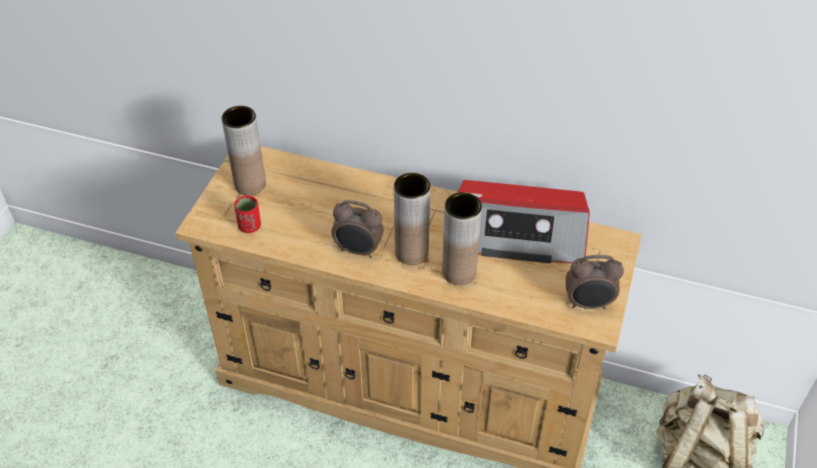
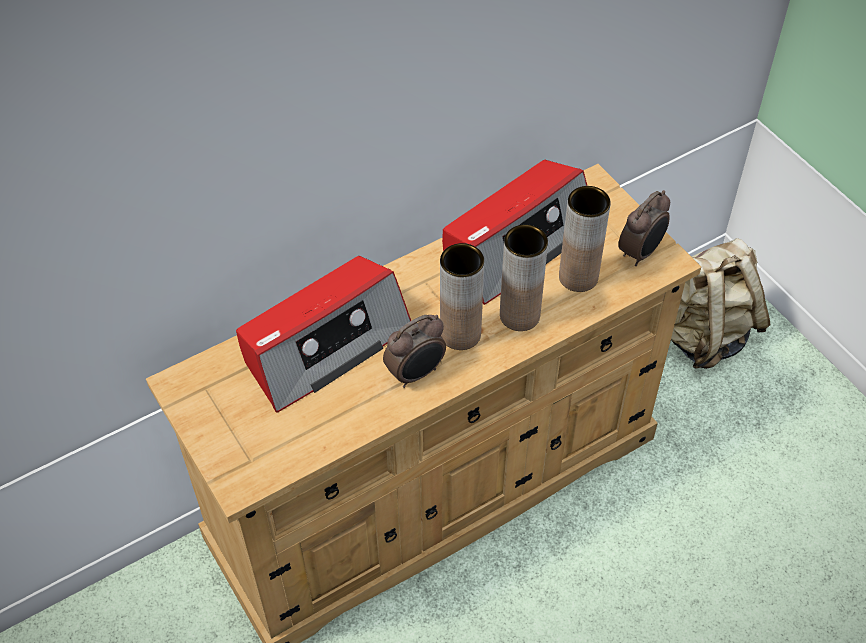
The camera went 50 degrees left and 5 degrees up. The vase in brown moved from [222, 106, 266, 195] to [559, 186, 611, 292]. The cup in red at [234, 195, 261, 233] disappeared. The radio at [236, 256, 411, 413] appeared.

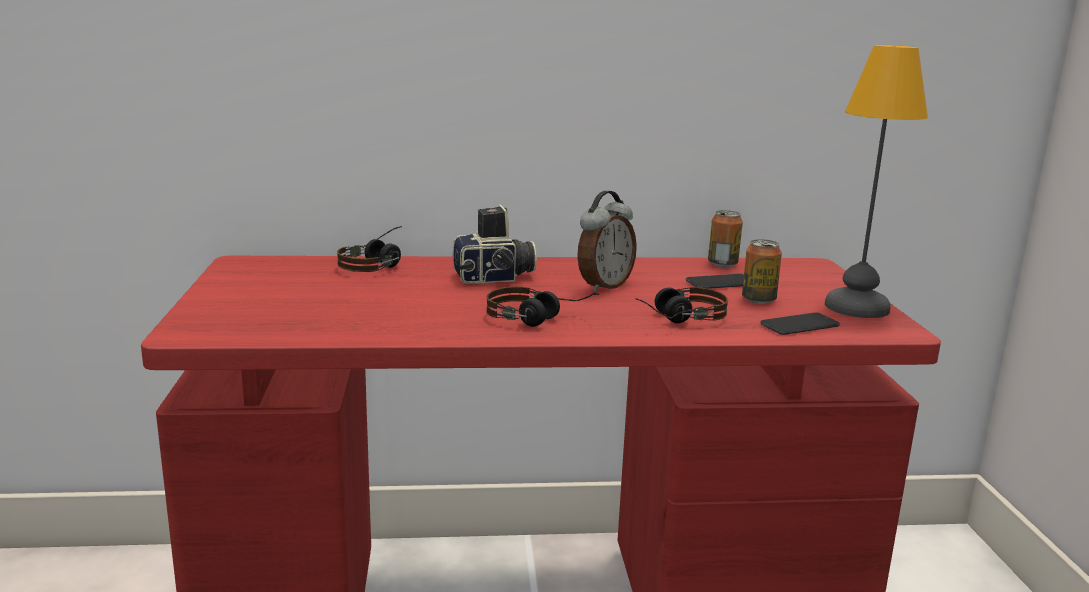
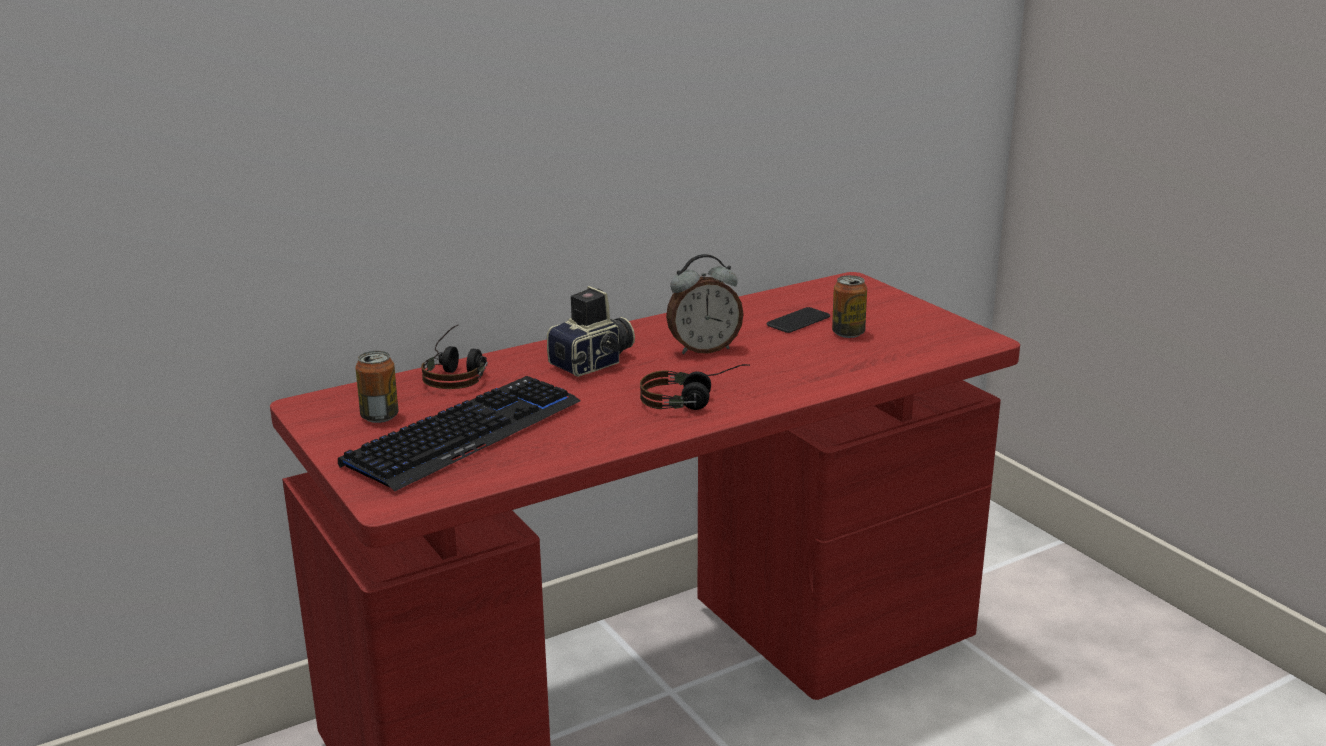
The camera went 25 degrees left and 5 degrees up. The table lamp at [825, 45, 928, 318] disappeared. The alarm clock at [577, 191, 637, 293] turned 60 degrees clockwise. The can moved from [708, 210, 743, 267] to [355, 351, 399, 423]. The headphones at [635, 287, 728, 323] disappeared. The phone at [760, 313, 840, 335] disappeared. The keyboard at [338, 376, 581, 491] appeared.

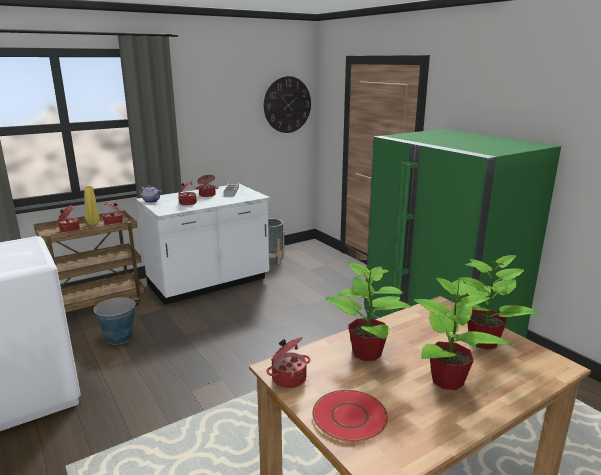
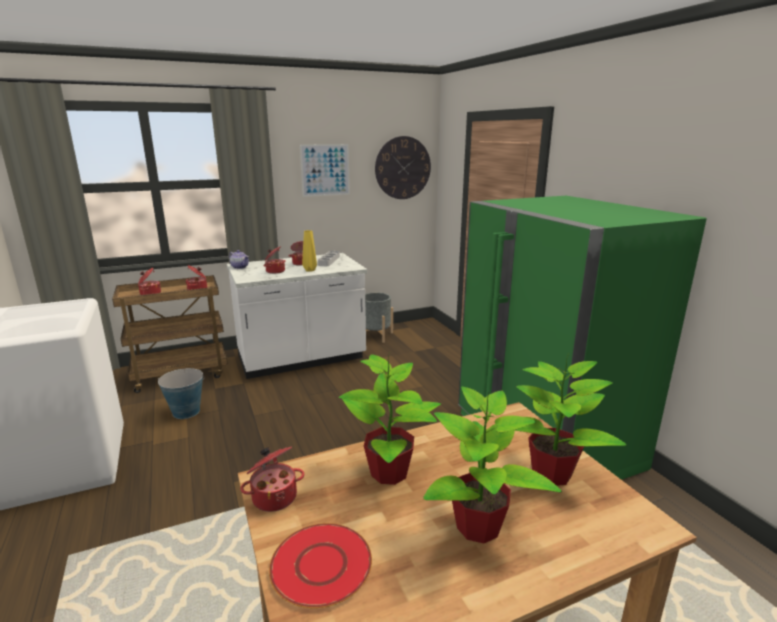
The camera went 10 degrees right and 0 degrees up. The vase in yellow moved from [84, 186, 100, 225] to [302, 230, 317, 272]. The picture at [300, 144, 350, 197] appeared.

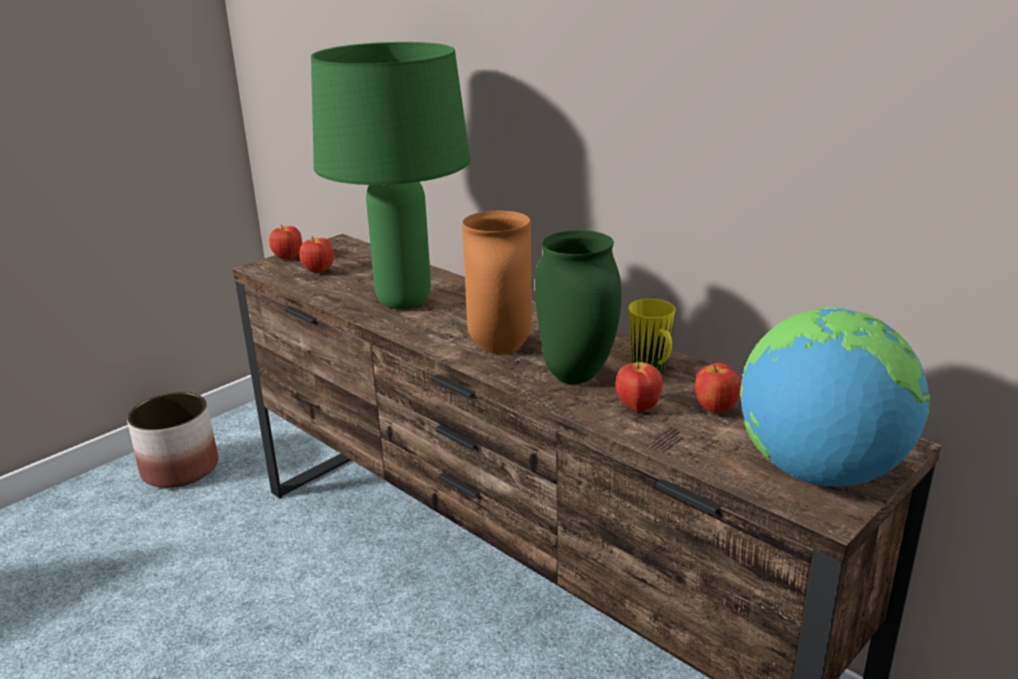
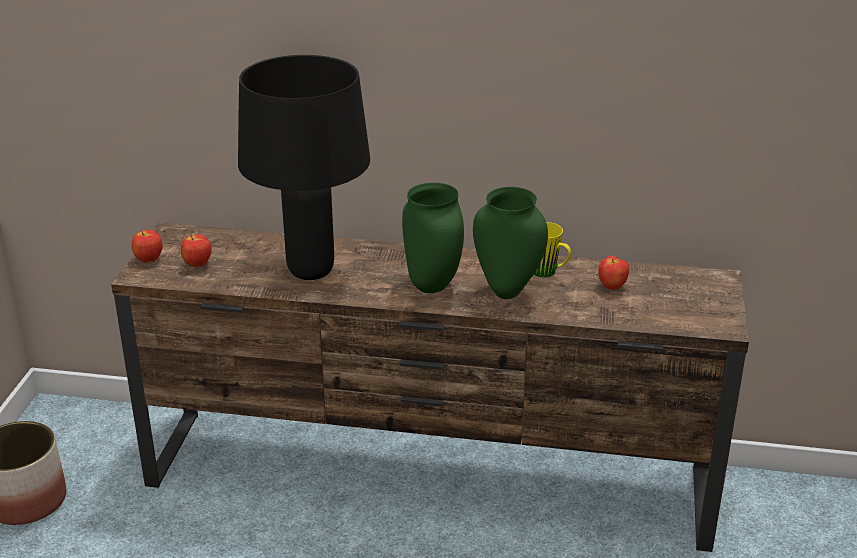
The camera went 35 degrees left and 5 degrees up. The table lamp in green at [311, 42, 470, 309] became the table lamp in black at [238, 55, 370, 280]. The vase in orange at [462, 211, 532, 354] became the vase in green at [402, 183, 464, 293]. The globe at [740, 307, 930, 487] disappeared. The apple at [615, 360, 663, 412] disappeared.

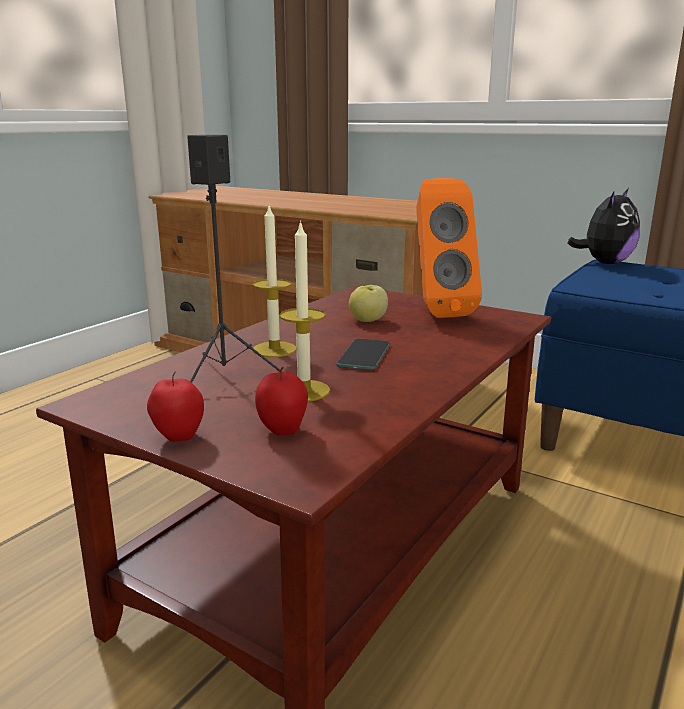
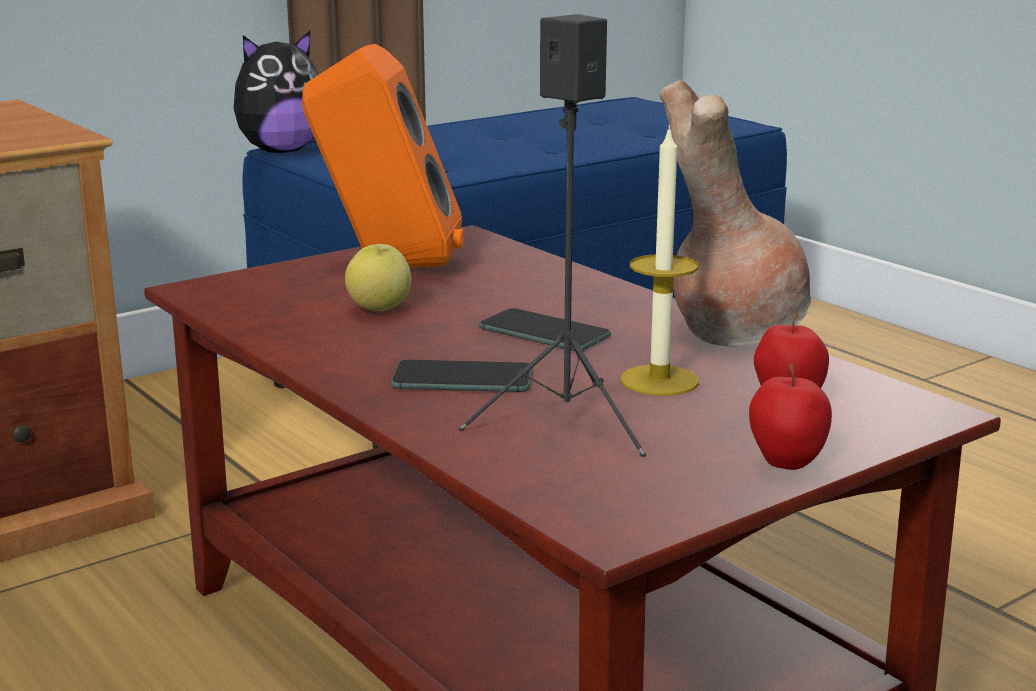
The camera went 70 degrees left and 0 degrees up. The plush toy at [568, 188, 640, 264] turned 90 degrees clockwise. The candle at [253, 206, 296, 357] was replaced by the phone at [391, 360, 533, 392]. The vase in brown at [659, 80, 811, 346] appeared.

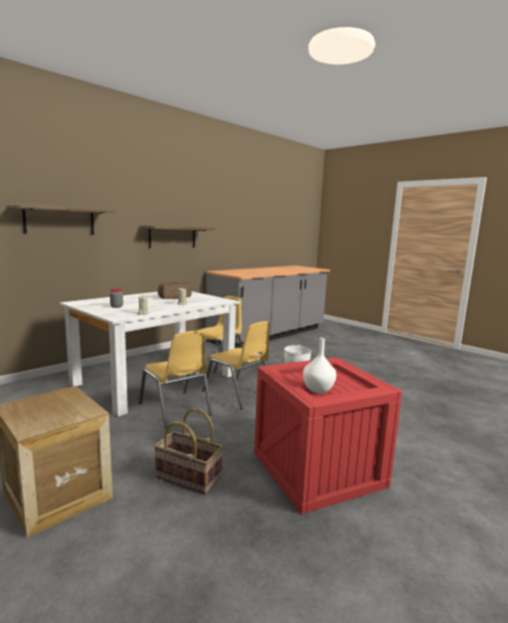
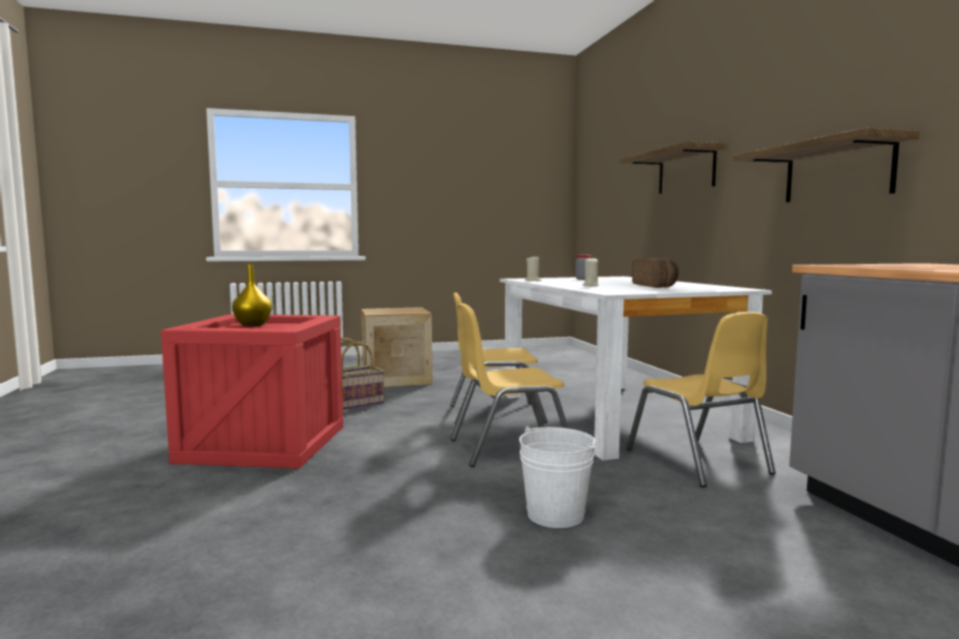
The camera went 120 degrees right and 5 degrees down. The vase in white at [303, 338, 336, 393] became the vase in yellow at [232, 264, 272, 326].

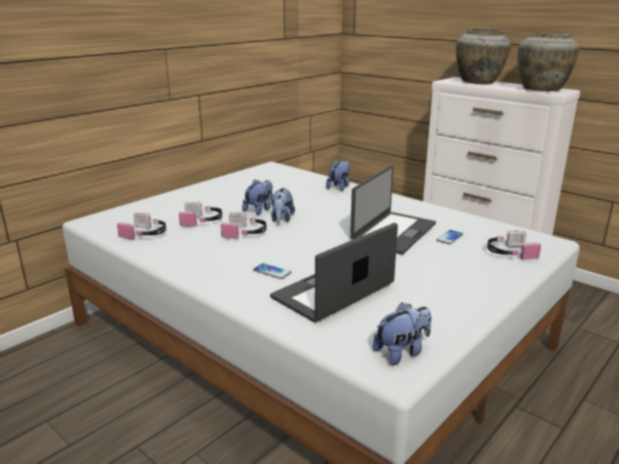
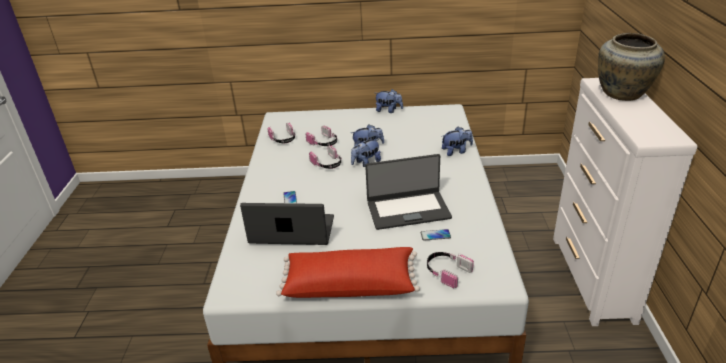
The camera went 50 degrees right and 10 degrees up. The vase in beige at [517, 32, 579, 91] disappeared. The plush toy moved from [373, 303, 431, 366] to [376, 89, 403, 113]. The pillow in red at [276, 247, 420, 298] appeared.

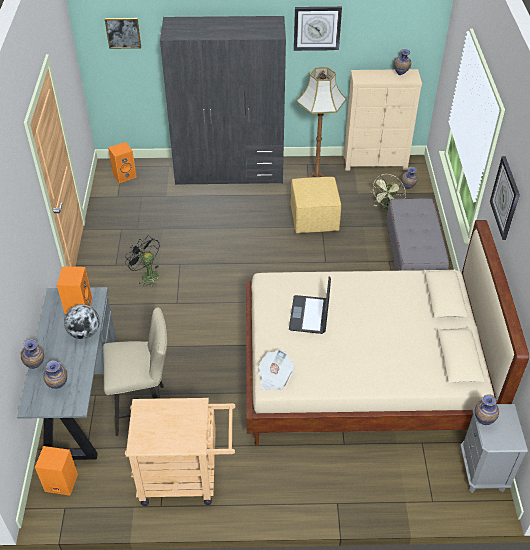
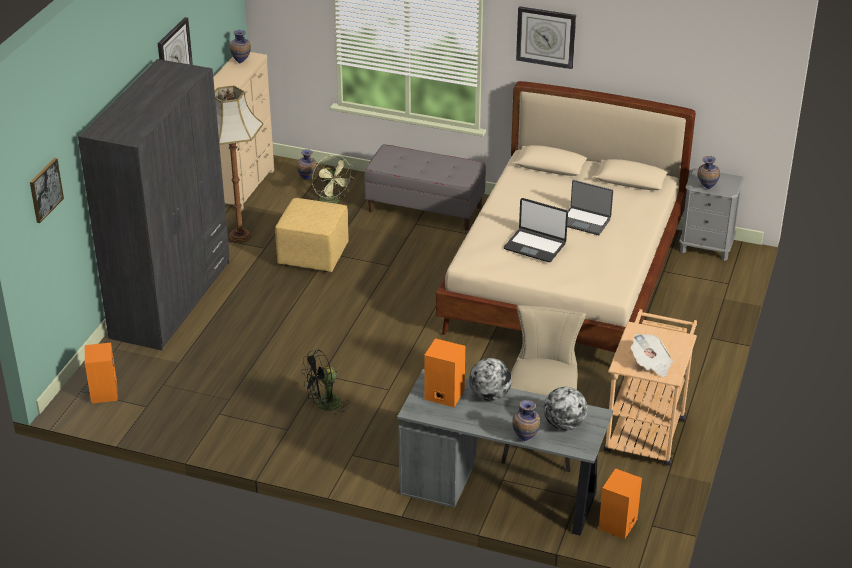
The camera went 70 degrees left and 10 degrees down. The newspaper moved from [258, 350, 294, 390] to [631, 333, 673, 377]. The vase at [43, 360, 67, 389] was replaced by the globe at [544, 387, 588, 431]. The laptop at [567, 180, 613, 235] appeared.

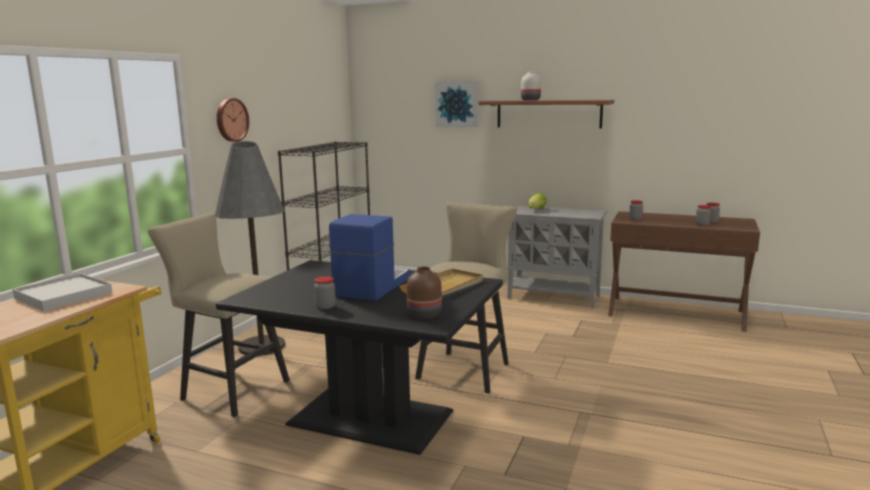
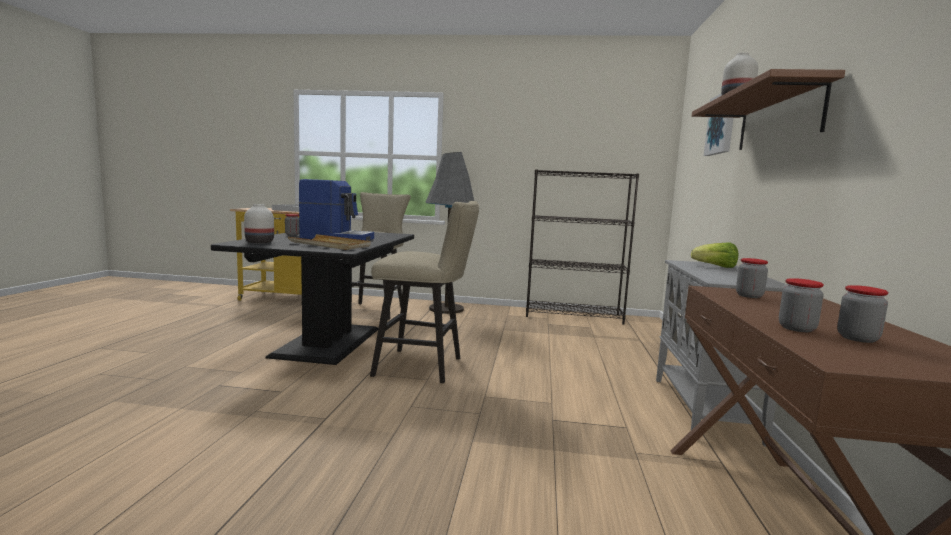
The camera went 75 degrees right and 5 degrees down. The wall clock at [217, 98, 249, 142] disappeared. The vase in brown at [406, 267, 442, 319] became the vase in white at [244, 204, 274, 243].

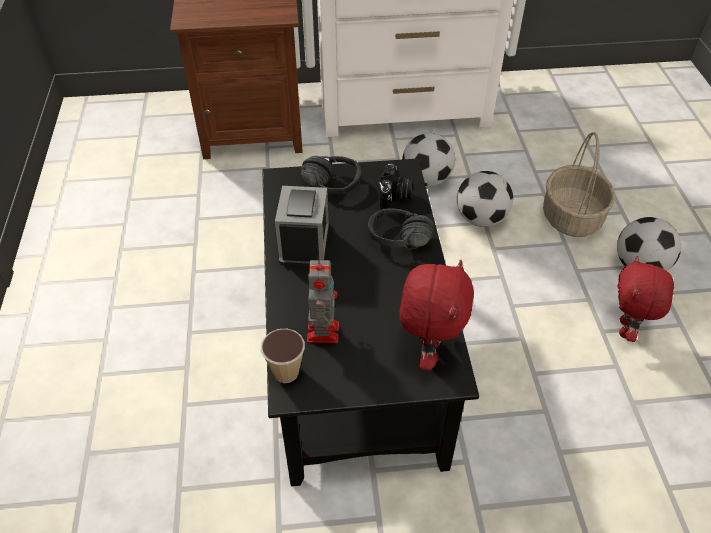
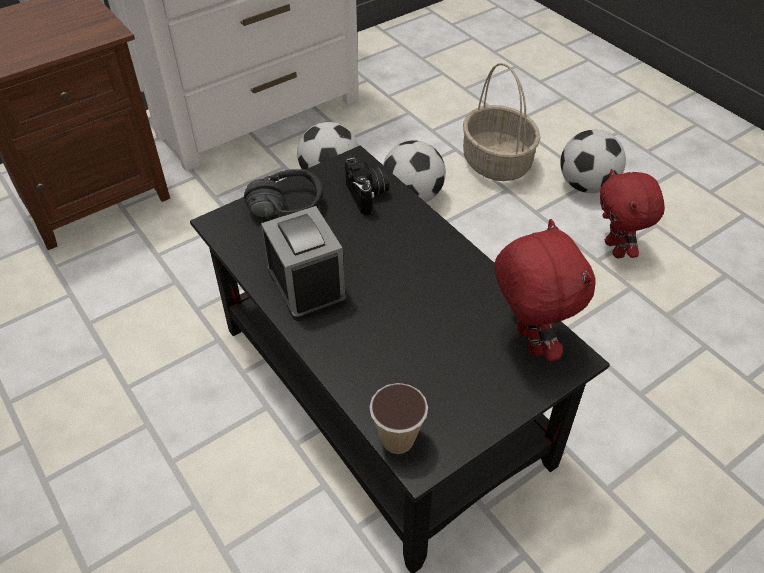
The camera went 30 degrees left and 0 degrees up. The headphones in black at [368, 209, 434, 250] disappeared. The toy robot at [307, 257, 339, 343] disappeared.

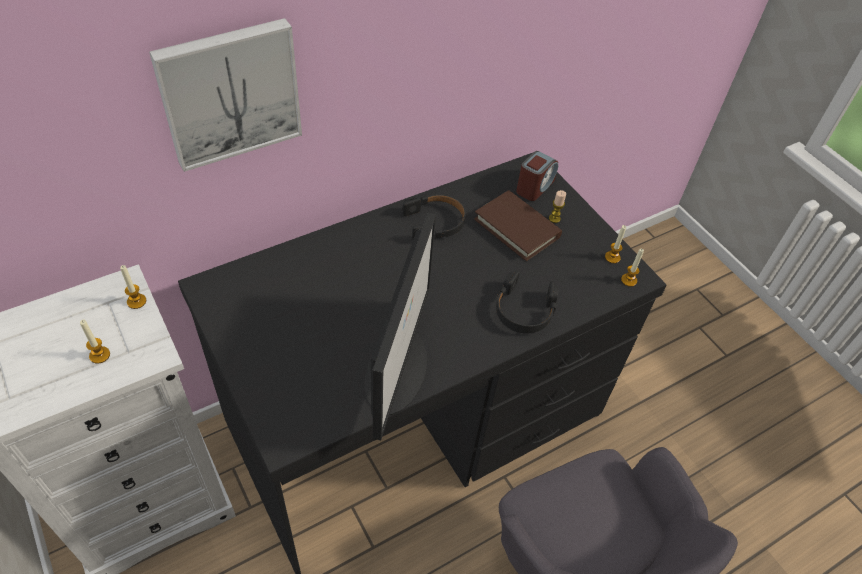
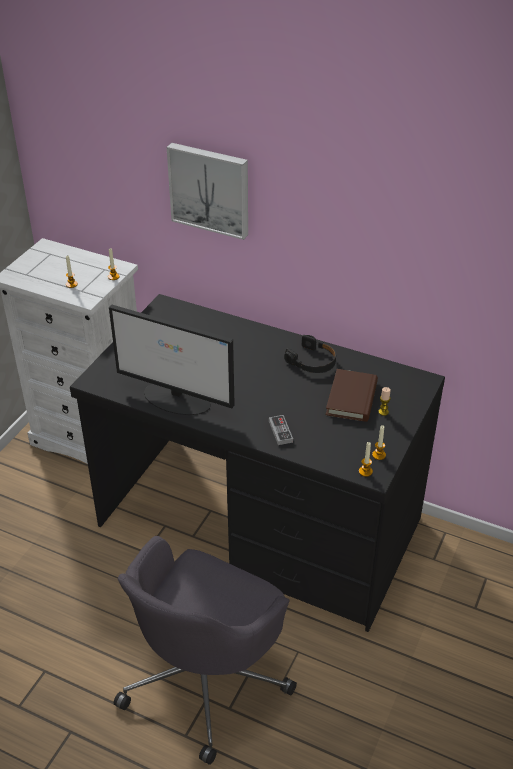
The camera went 60 degrees right and 10 degrees down. The alarm clock at [516, 151, 558, 201] disappeared. The monitor at [365, 213, 436, 441] turned 45 degrees clockwise. The headphones in black at [496, 271, 559, 334] was replaced by the game controller at [269, 415, 293, 445].

